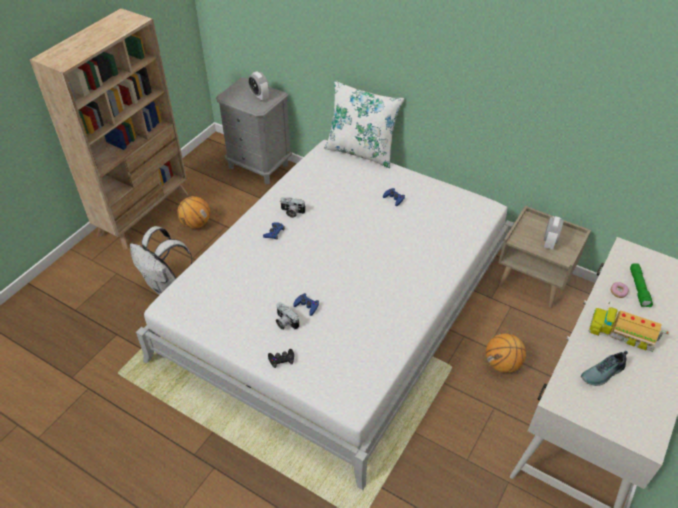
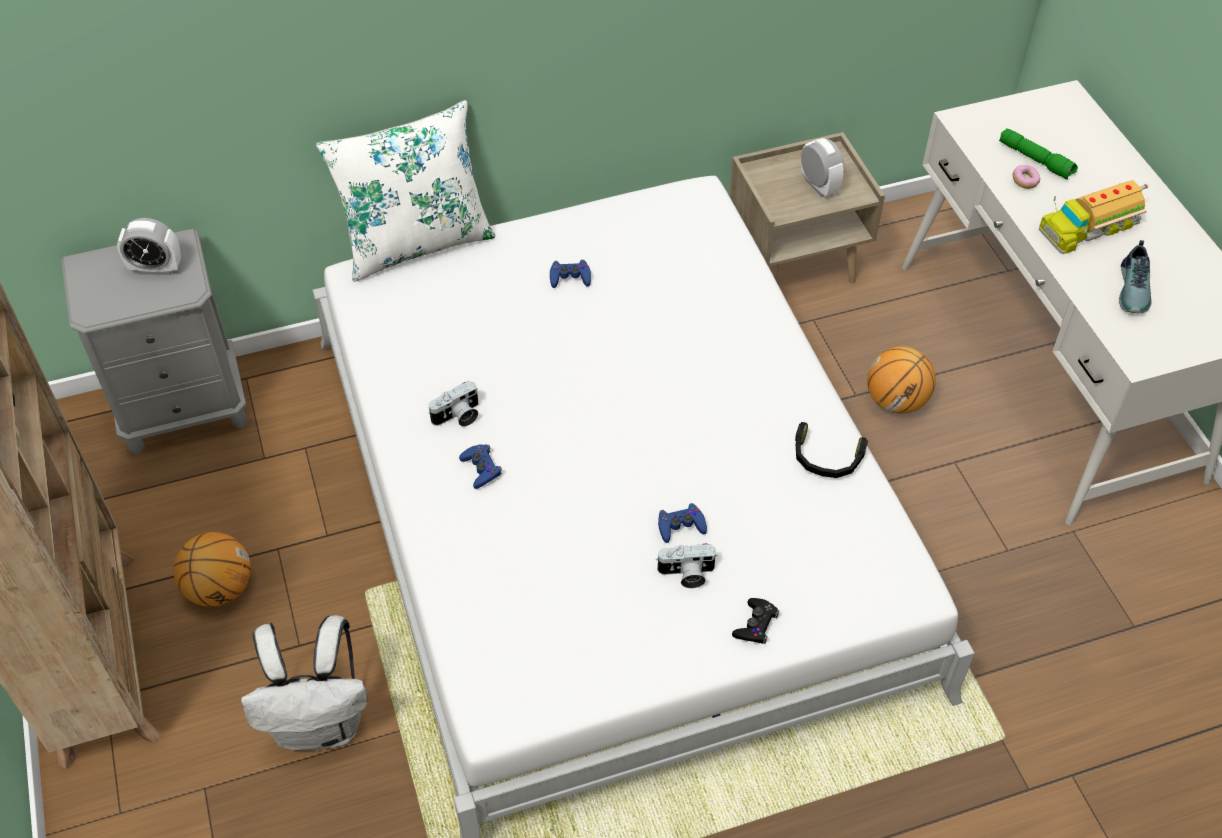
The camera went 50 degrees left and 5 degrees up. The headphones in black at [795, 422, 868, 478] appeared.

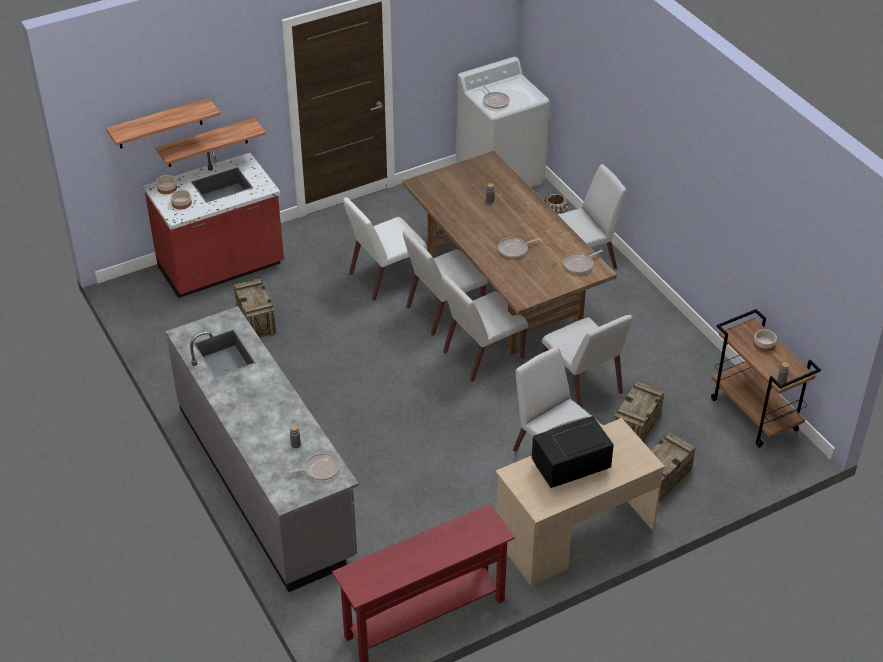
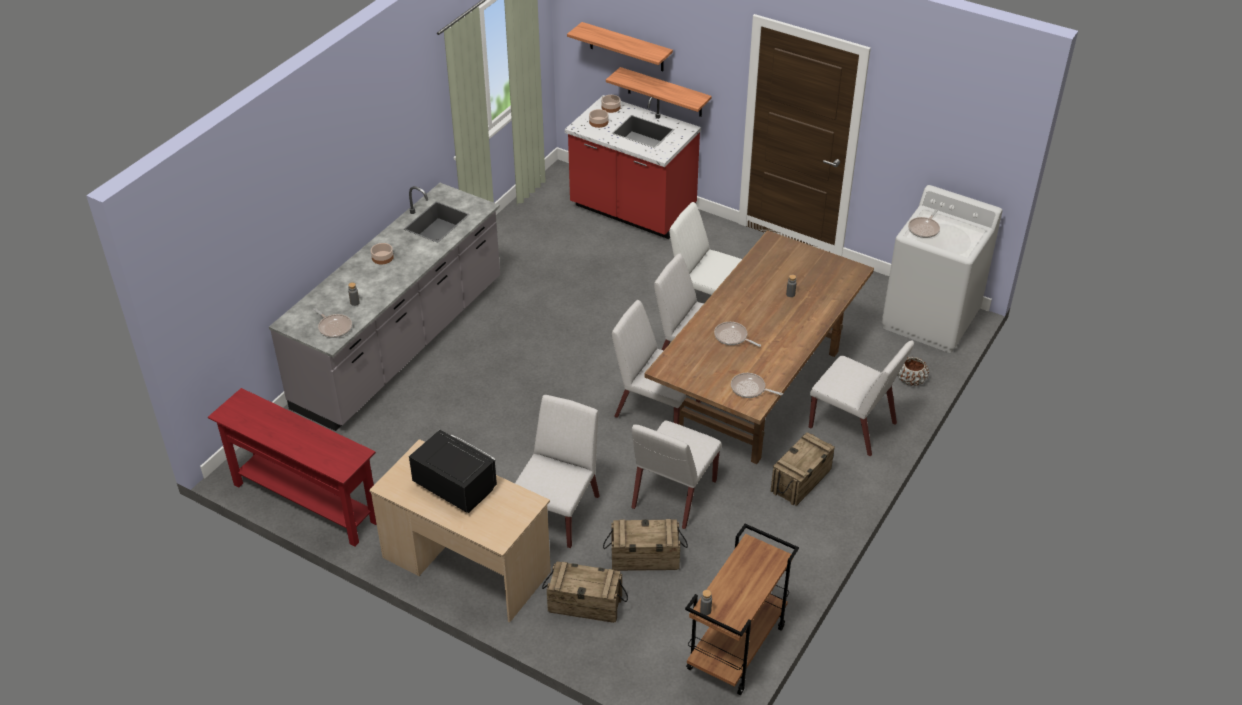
The camera went 60 degrees right and 0 degrees up. The crate moved from [233, 278, 277, 338] to [771, 432, 835, 506]. The bowl moved from [753, 330, 777, 352] to [371, 243, 394, 264].

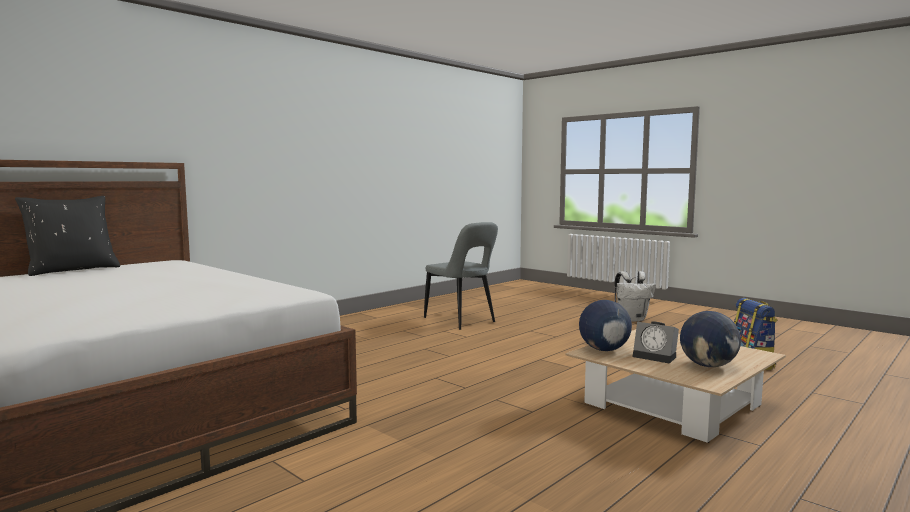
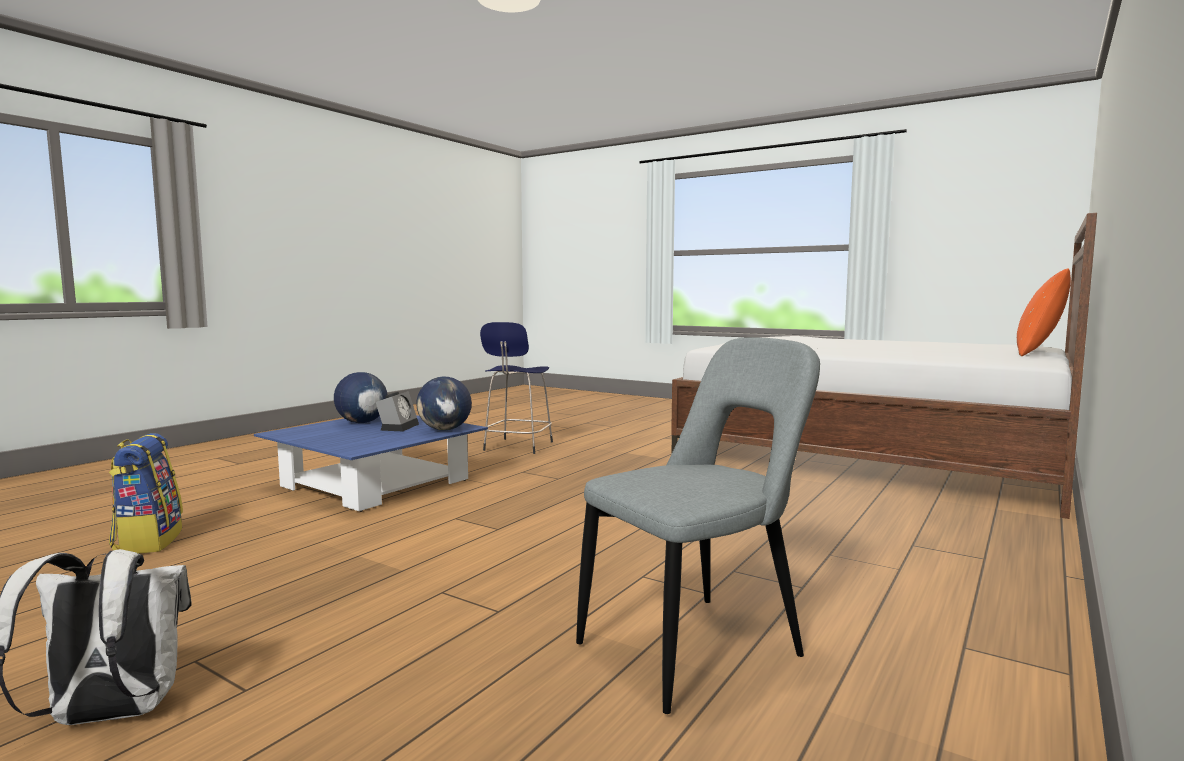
The camera went 170 degrees right and 0 degrees up. The pillow in black at [15, 196, 120, 276] became the pillow in orange at [1017, 269, 1071, 356]. The chair in grey at [424, 222, 498, 330] turned 105 degrees clockwise. The alarm clock at [633, 322, 679, 364] turned 75 degrees clockwise. The coffee table in beige at [566, 329, 786, 443] became the coffee table in blue at [254, 415, 488, 512]. The stool in blue at [480, 322, 553, 454] appeared.

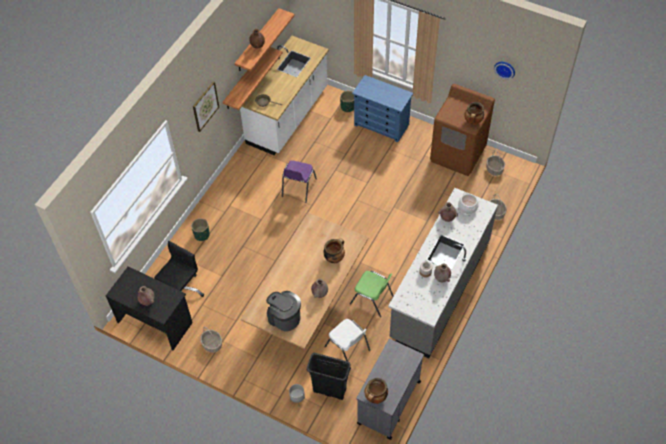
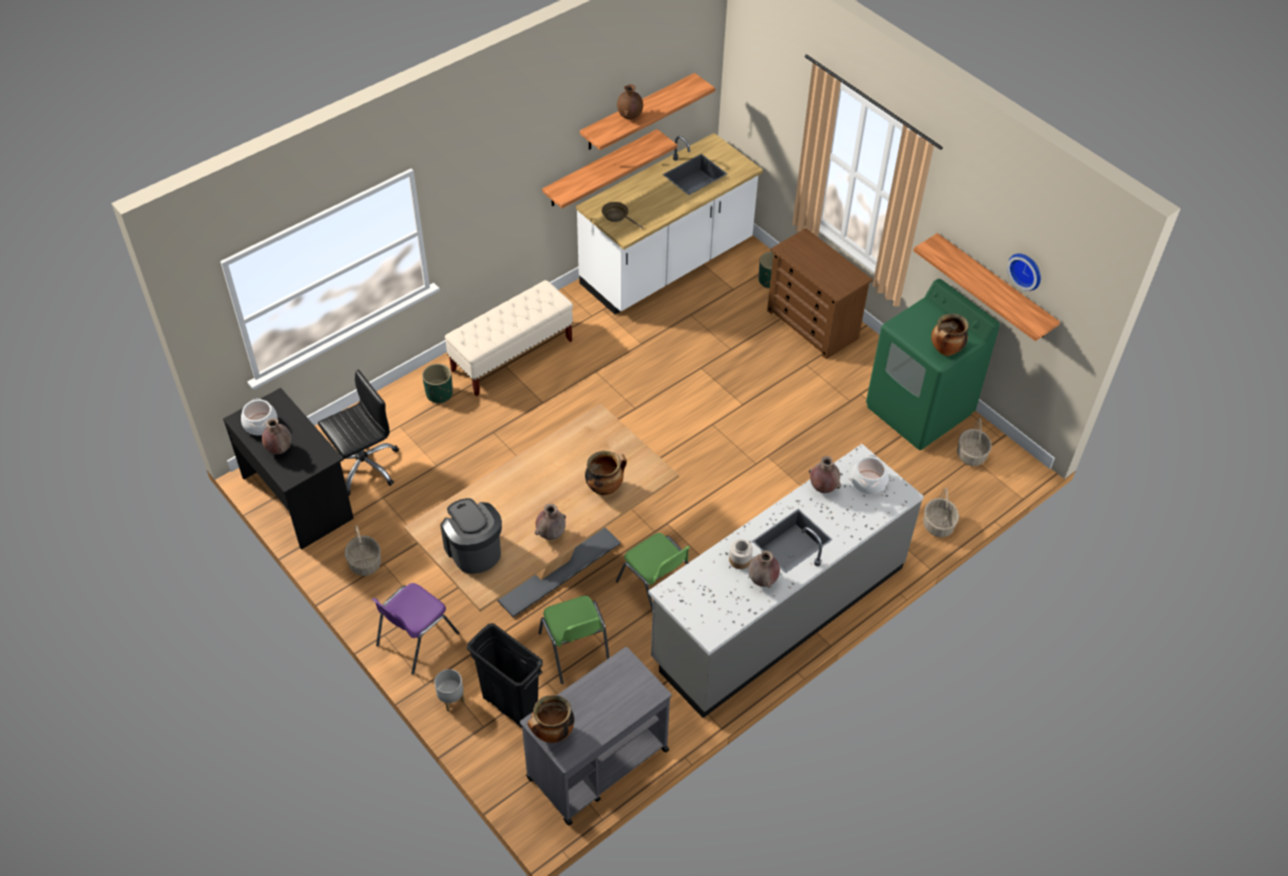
The camera went 20 degrees right and 5 degrees down. The dresser in blue at [352, 75, 413, 142] became the dresser in brown at [767, 228, 873, 359]. The picture at [193, 81, 219, 132] disappeared. The washing machine in brown at [430, 84, 495, 176] became the washing machine in green at [866, 279, 1000, 450]. The chair in purple moved from [282, 160, 317, 203] to [372, 583, 459, 675]. The chair in white at [324, 319, 370, 368] became the chair in green at [538, 596, 610, 684]. The shelf at [913, 233, 1060, 341] appeared. The bench in beige at [445, 280, 573, 396] appeared. The cooking pot at [241, 398, 278, 435] appeared.

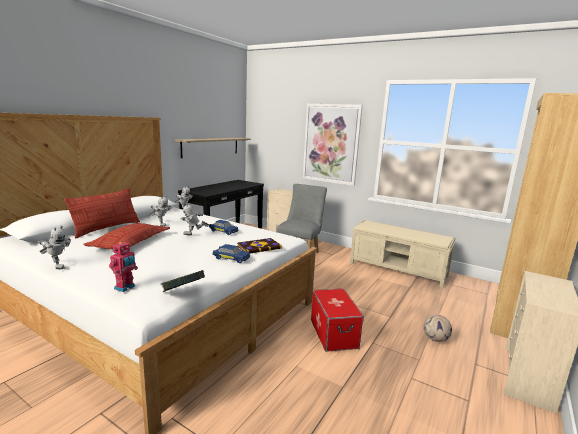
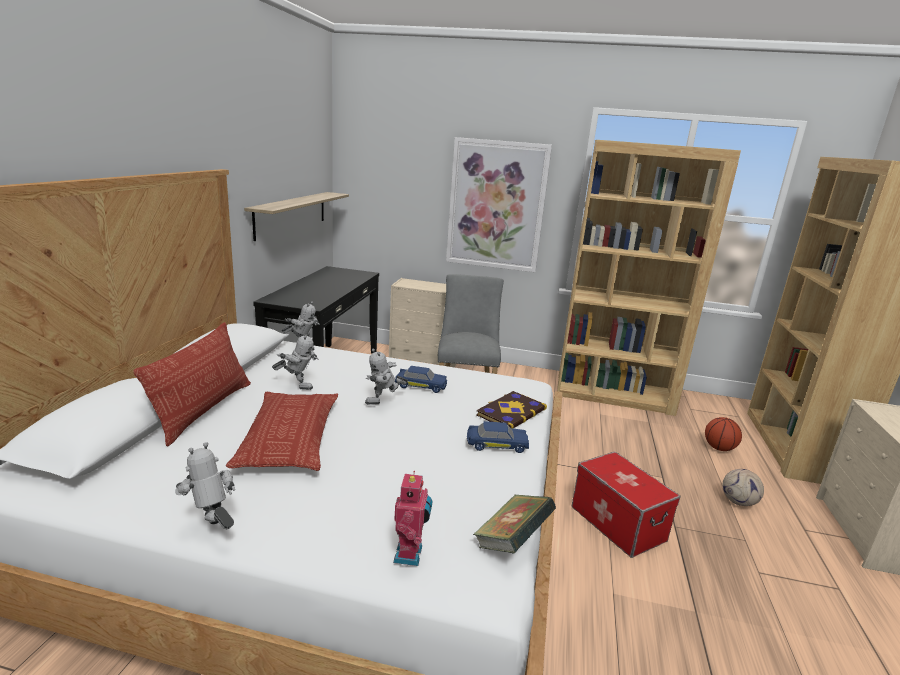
The camera went 20 degrees left and 5 degrees up. The bench in beige at [350, 220, 456, 288] was replaced by the bookcase in brown at [557, 140, 741, 416]. The toy robot at [38, 226, 71, 270] turned 135 degrees counterclockwise. The basketball at [705, 417, 742, 451] appeared.

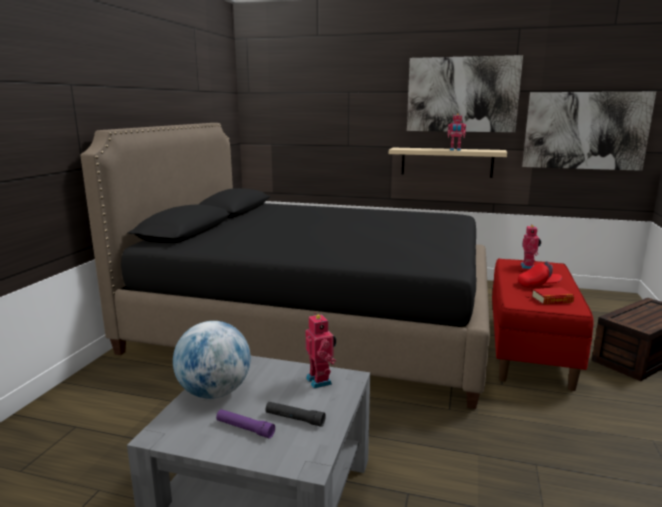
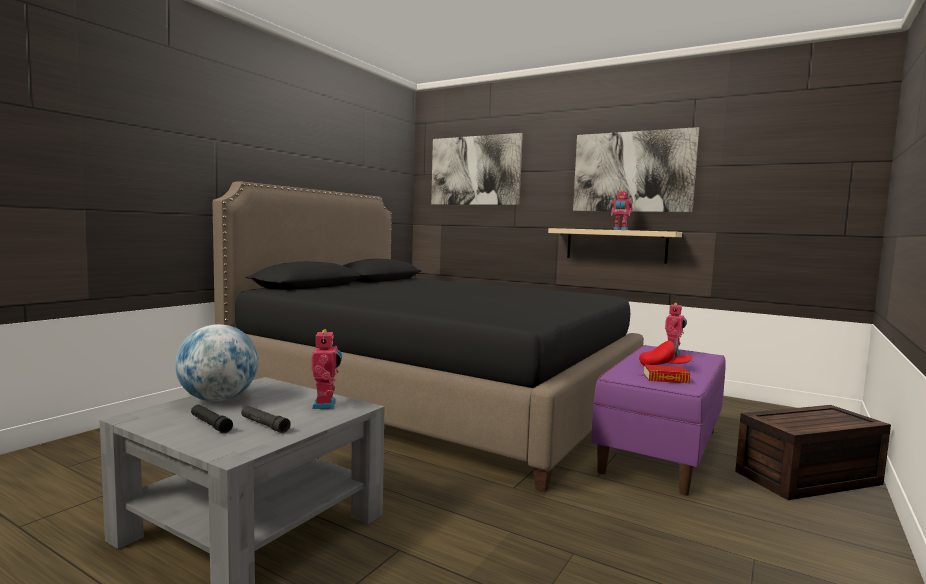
The camera went 15 degrees right and 10 degrees down. The picture moved from [522, 92, 656, 171] to [431, 133, 523, 205]. The bench in red at [492, 259, 594, 391] became the bench in purple at [591, 345, 726, 496]. The flashlight in purple at [216, 409, 275, 439] became the flashlight in black at [191, 405, 233, 433].

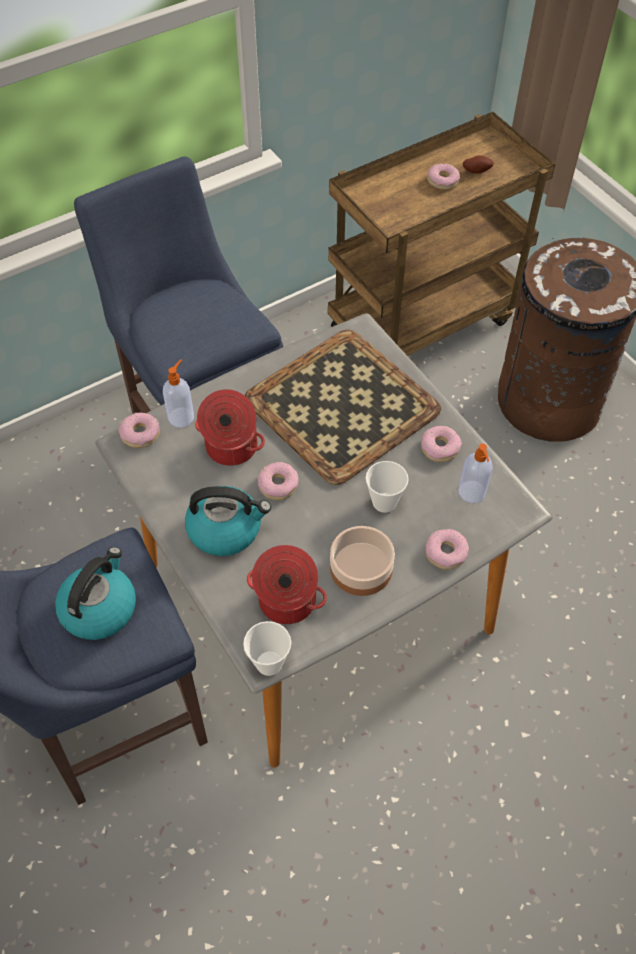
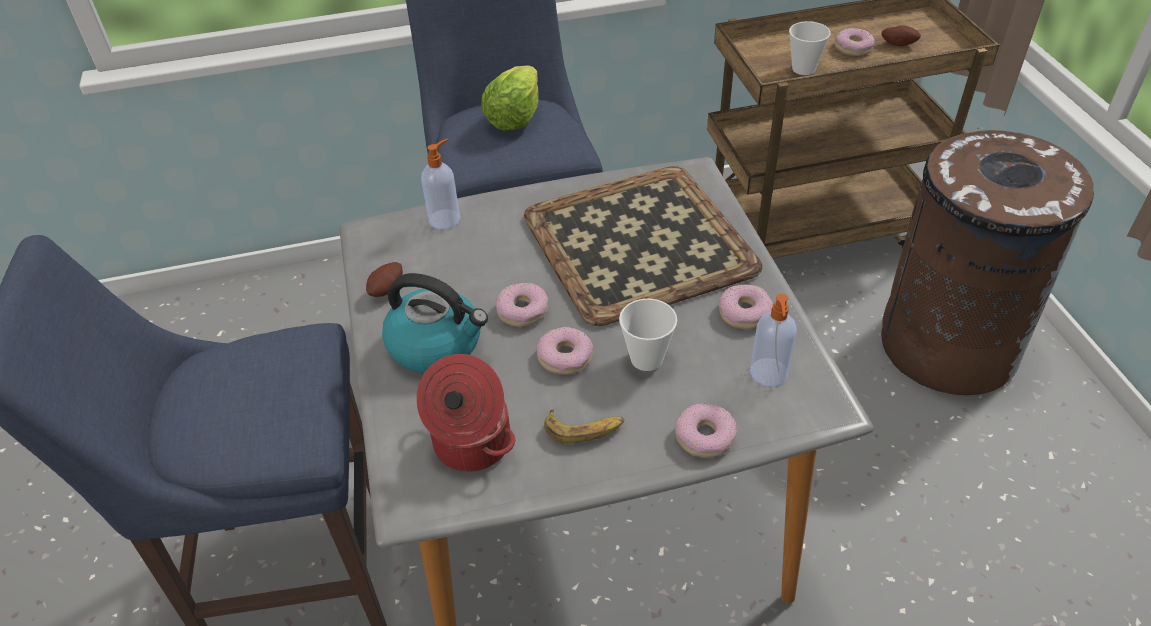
The camera went 20 degrees right and 10 degrees down. The cooking pot at [195, 389, 265, 466] disappeared. The donut moved from [119, 413, 160, 448] to [537, 327, 593, 375]. The bowl at [330, 526, 395, 596] was replaced by the banana at [544, 409, 624, 443]. The kettle at [55, 547, 136, 640] disappeared. The cup moved from [243, 621, 291, 676] to [789, 21, 831, 75]. The lettuce at [481, 65, 539, 131] appeared. The potato at [366, 262, 403, 297] appeared.

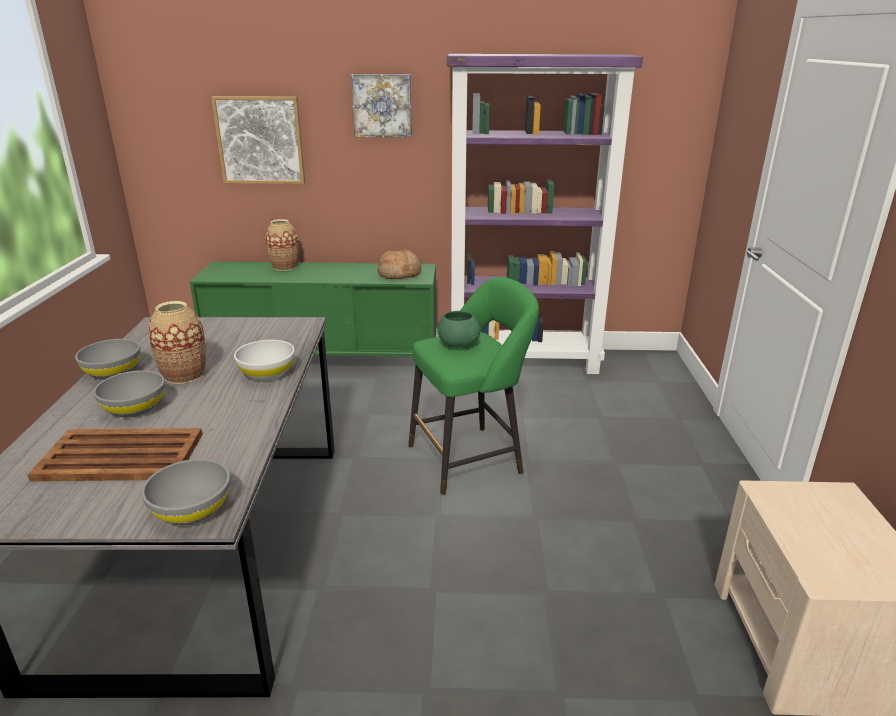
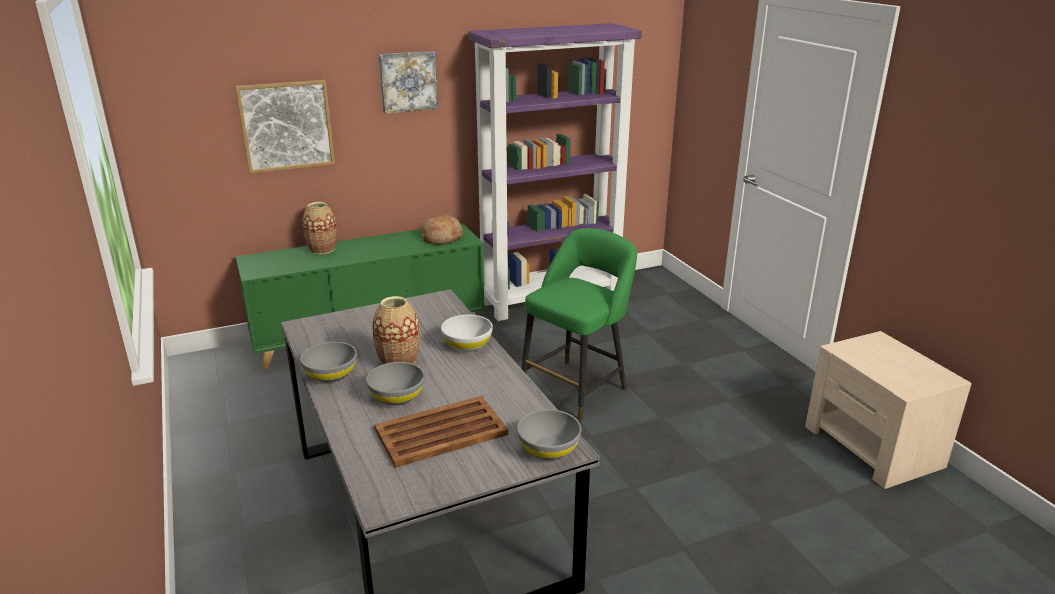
The camera went 25 degrees left and 0 degrees up. The bowl in green at [438, 311, 480, 348] disappeared.

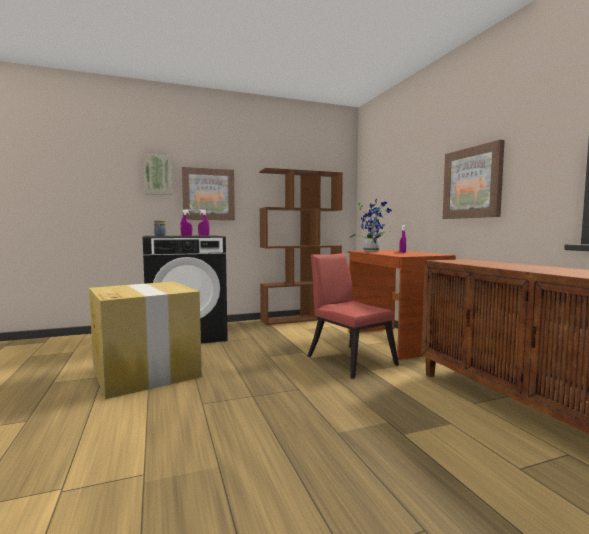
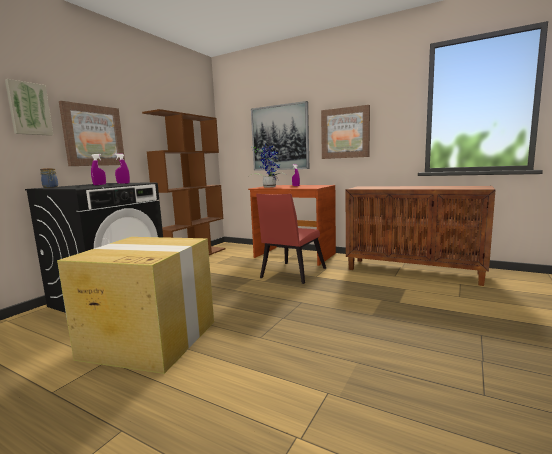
The camera went 40 degrees left and 5 degrees up. The chair in red at [307, 253, 399, 379] turned 75 degrees counterclockwise. The picture at [251, 101, 309, 171] appeared.

